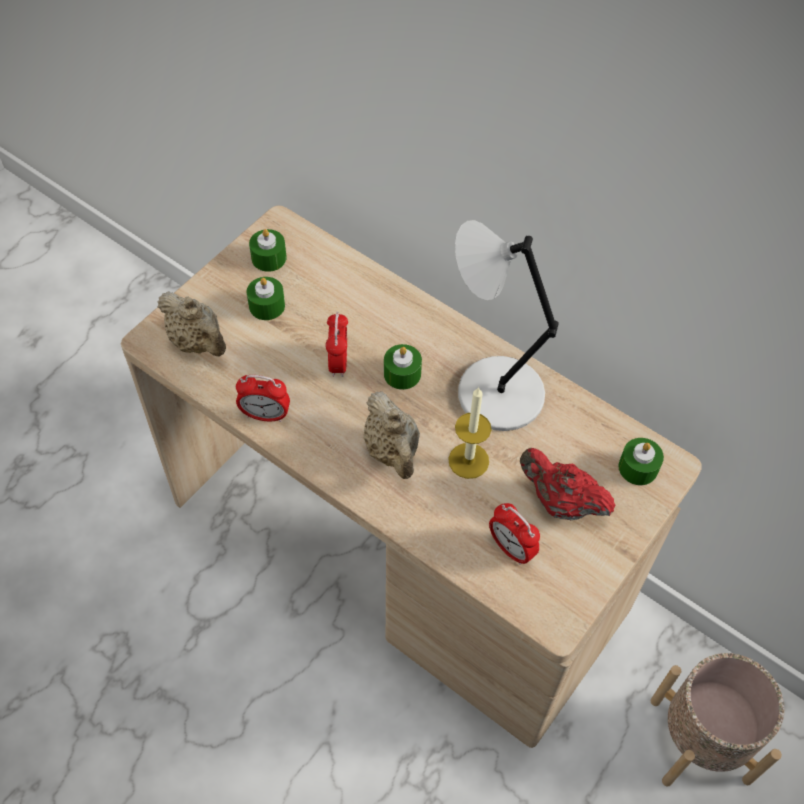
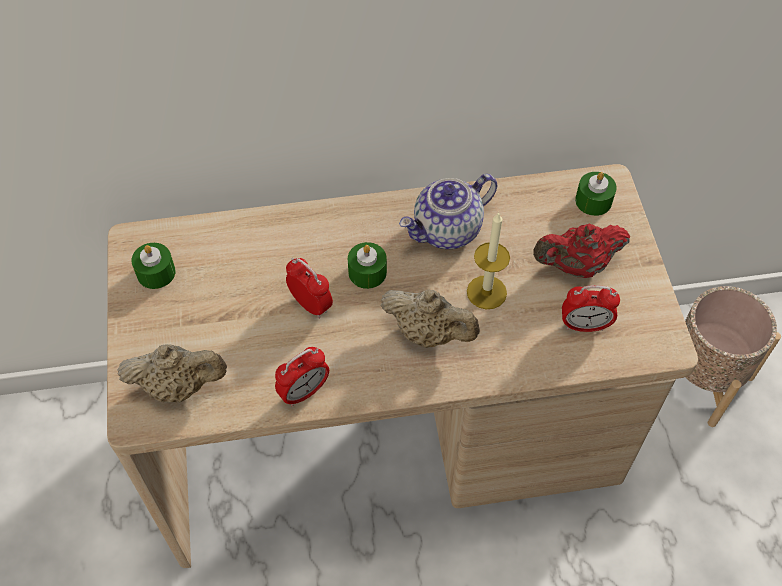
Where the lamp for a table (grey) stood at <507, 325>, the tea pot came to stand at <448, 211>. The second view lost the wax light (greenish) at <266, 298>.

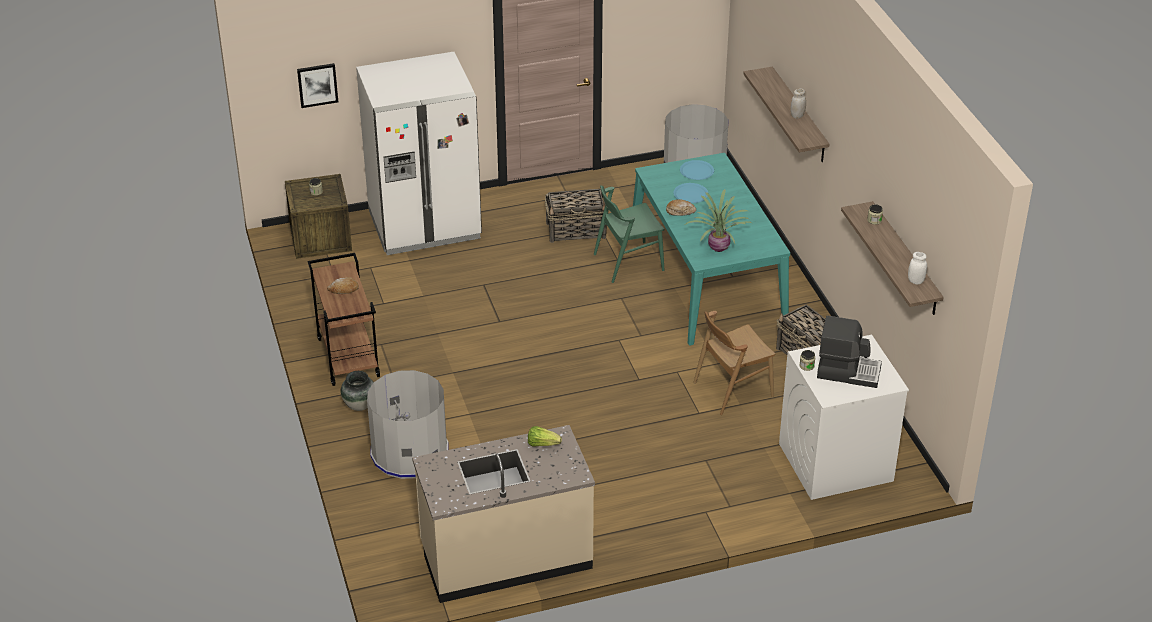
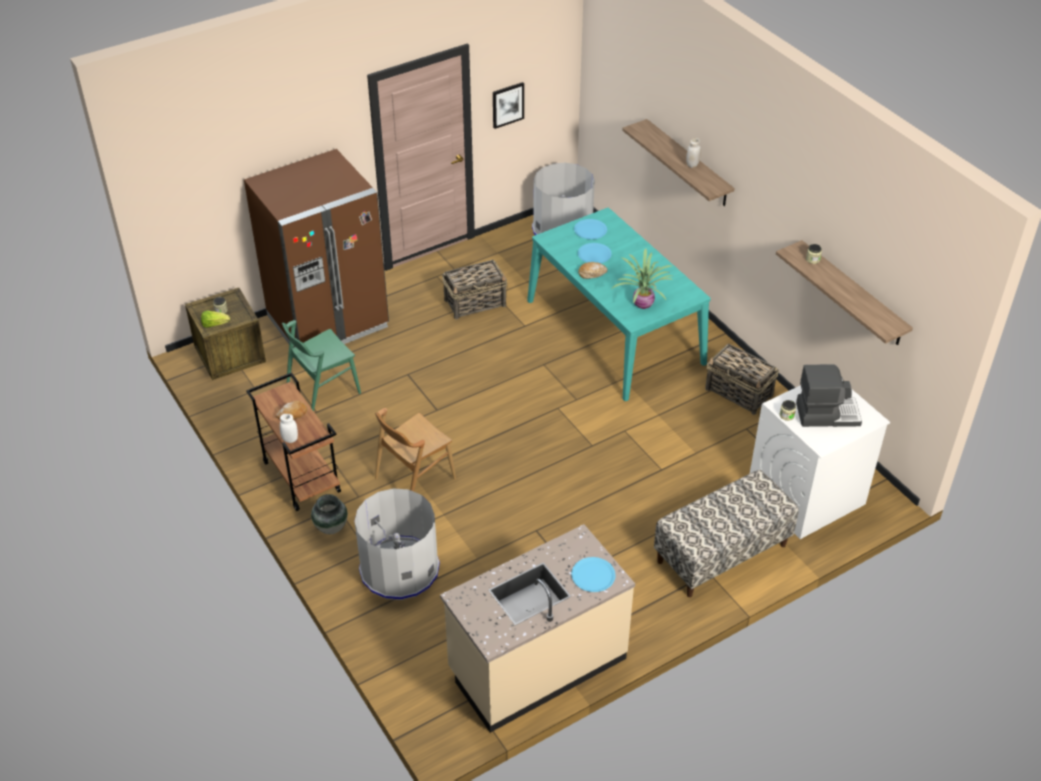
The head of lettuce ended up elsewhere, having gone from <545, 436> to <215, 319>. What was the refrigerator (white-coloured) at <419, 153> turned into the refrigerator (brownish) at <316, 248>. The jar (white-coloured) ended up elsewhere, having gone from <917, 268> to <289, 428>. The plain chair (greenish) ended up elsewhere, having gone from <629, 234> to <321, 365>. The plain chair (brownish) ended up elsewhere, having gone from <734, 363> to <415, 450>. The picture ended up elsewhere, having gone from <317, 85> to <508, 105>. The second view gained the flat dish (bluish) at <593, 574>. The second view gained the long seat at <726, 533>.

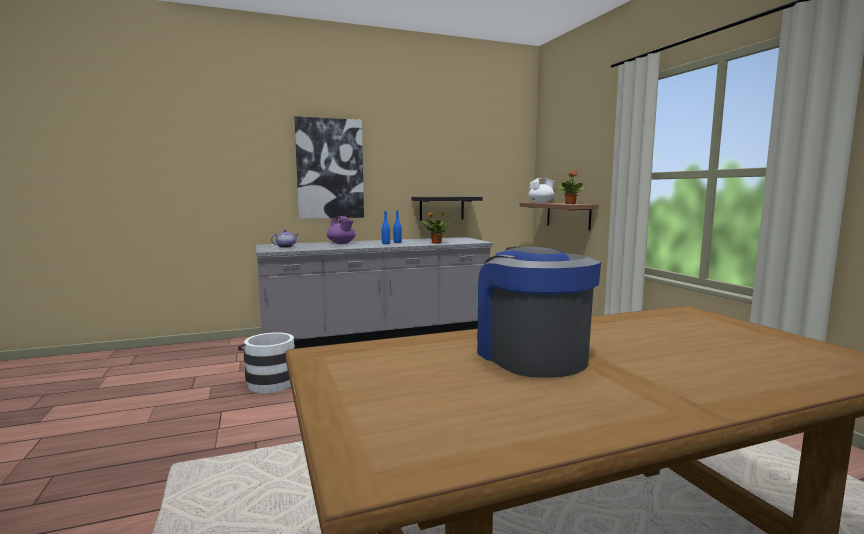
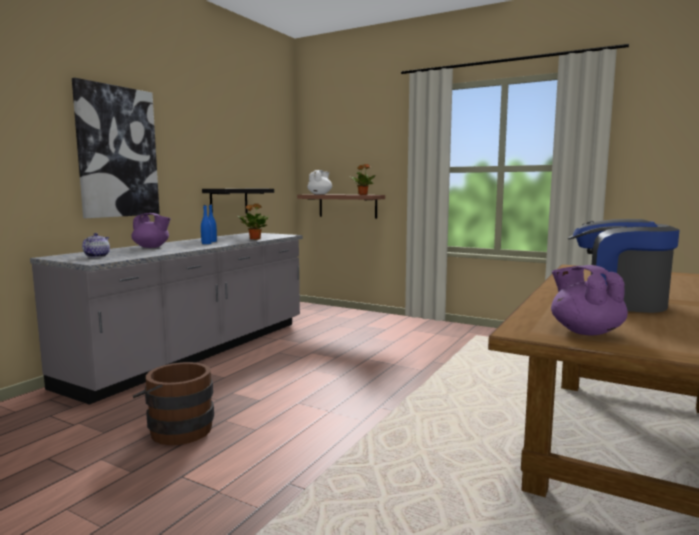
What was the water bucket (white-coloured) at <268, 363> turned into the water bucket (brownish) at <173, 403>. The second view gained the tea pot (purple-coloured) at <589, 300>.

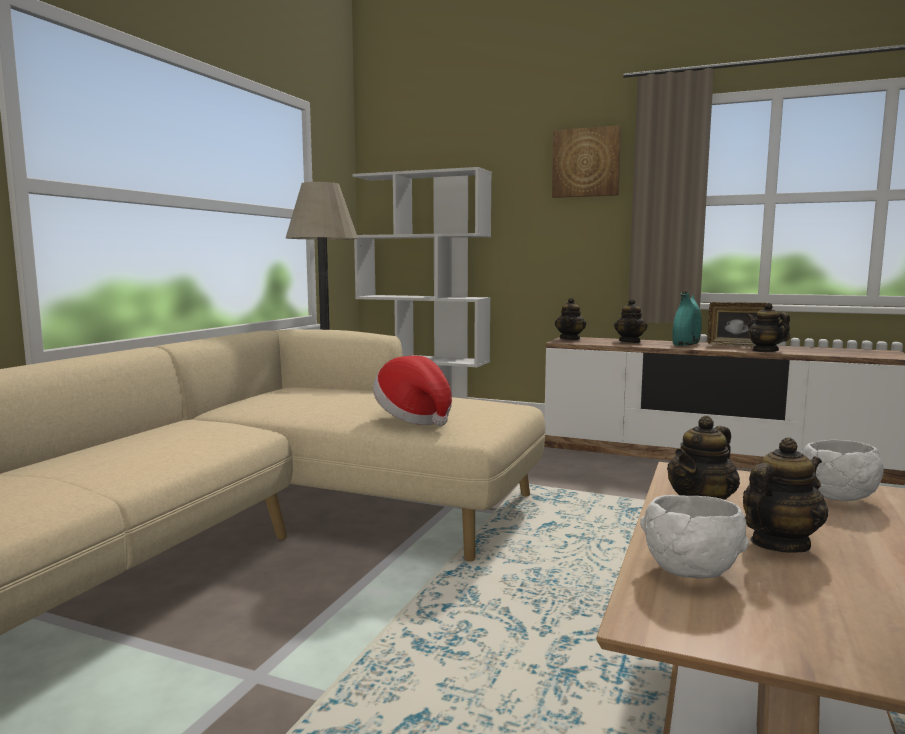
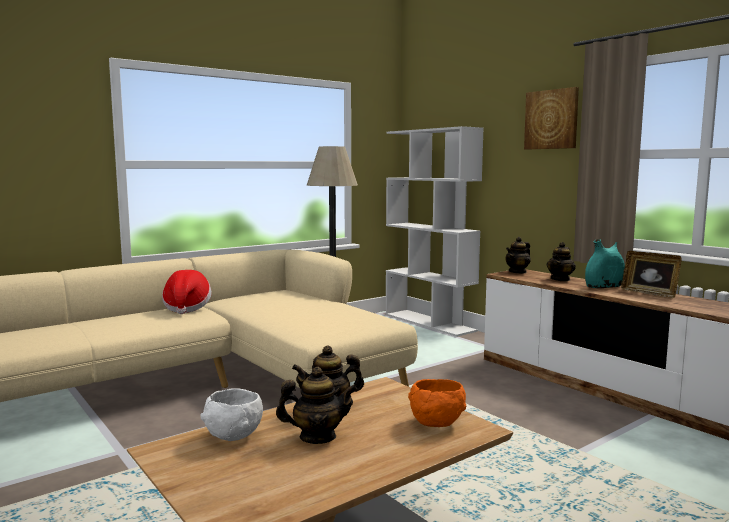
The wearable hat ended up elsewhere, having gone from <412, 391> to <187, 292>. What was the bowl (white-coloured) at <843, 470> turned into the bowl (orange-coloured) at <437, 403>. The second view lost the tea pot at <768, 327>.

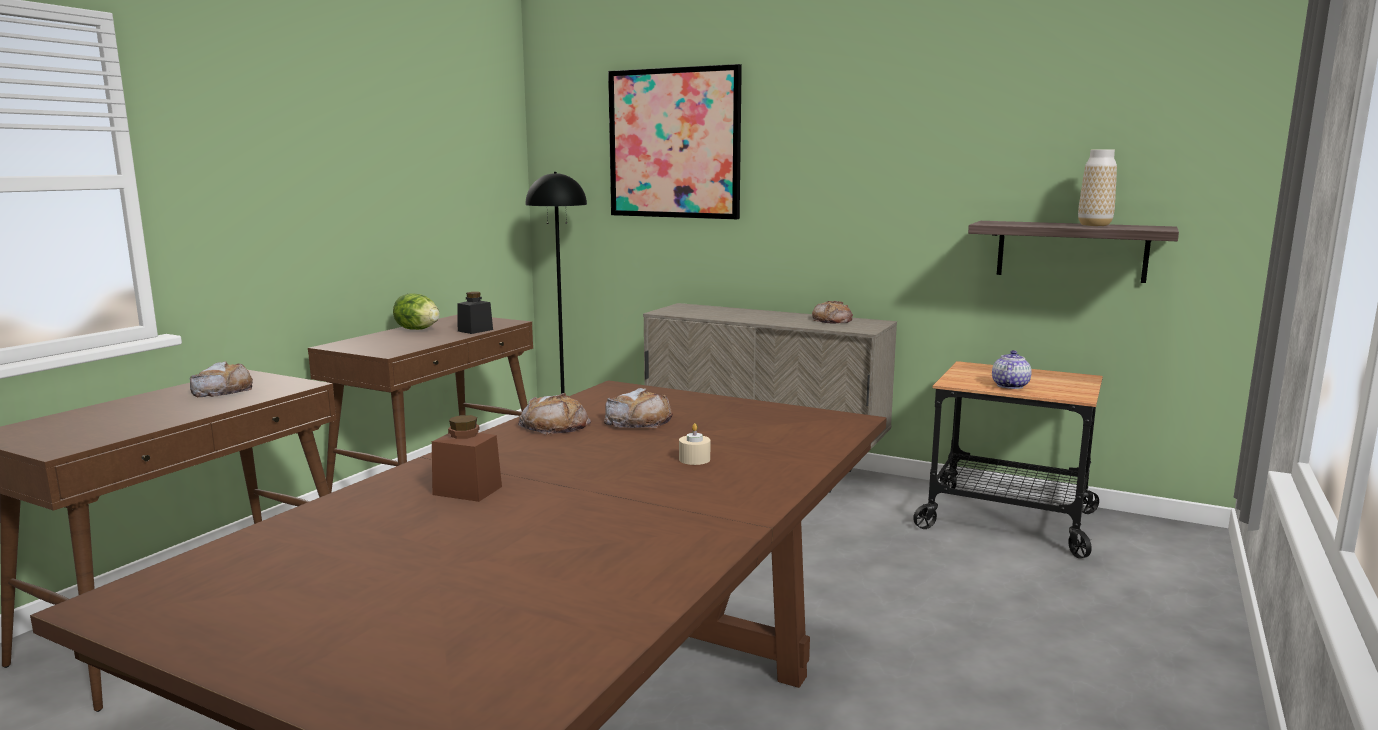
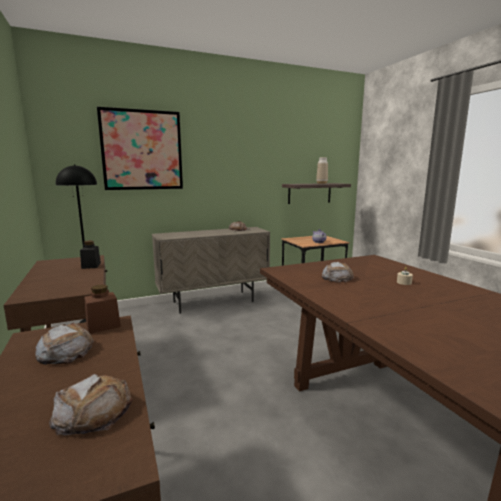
The bread ended up elsewhere, having gone from <554, 413> to <90, 404>. The jar (brownish) ended up elsewhere, having gone from <467, 458> to <102, 309>. The second view lost the head of lettuce at <416, 311>.

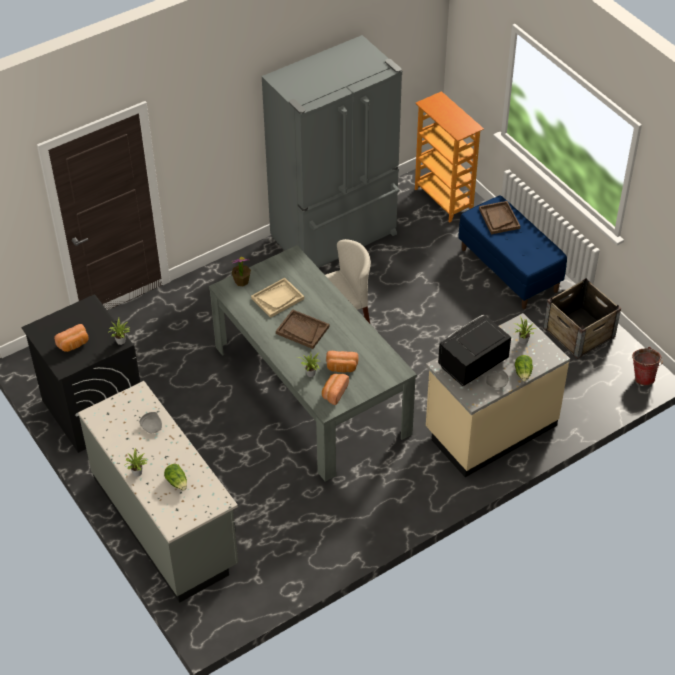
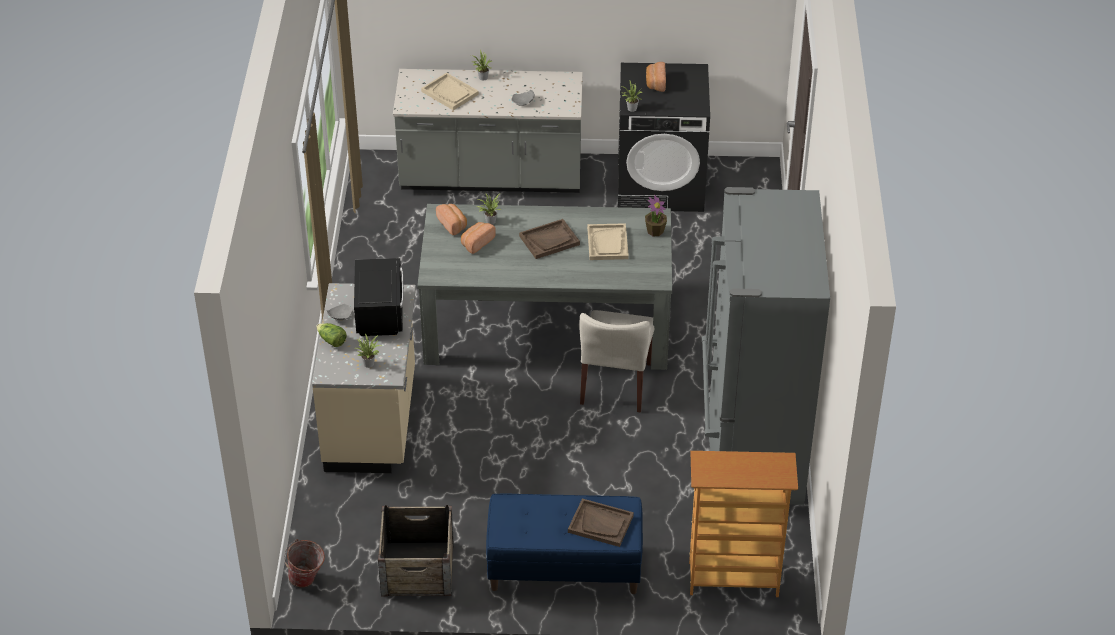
Where the head of lettuce stood at <175, 477>, the tray (sand-coloured) came to stand at <450, 91>.

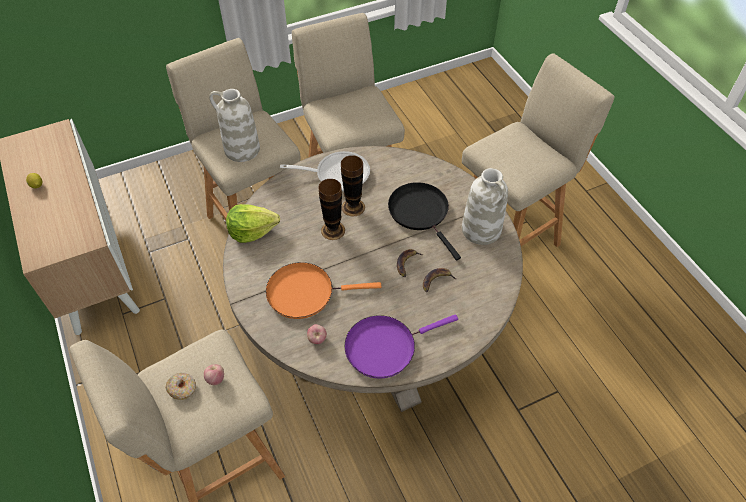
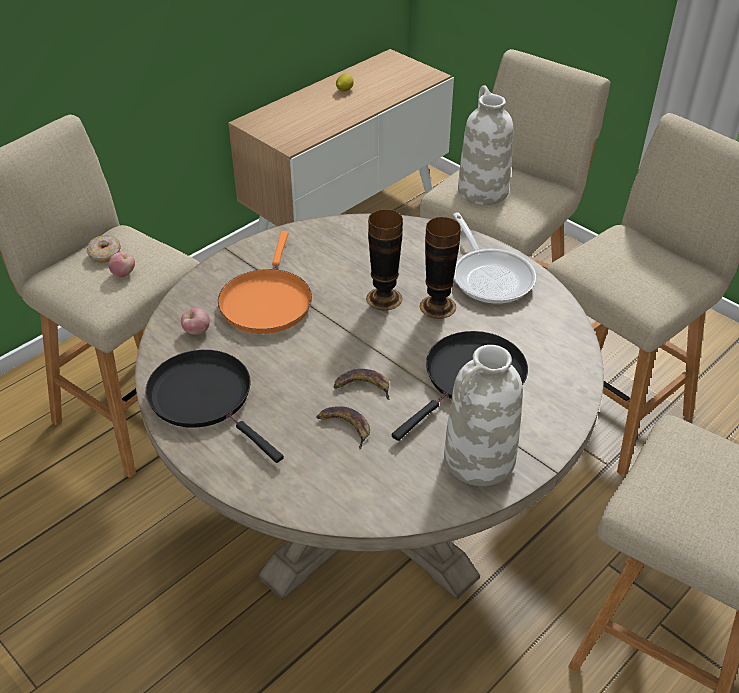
What was the pan (purple-coloured) at <401, 346> turned into the pan (blackish) at <215, 406>. The pan (orange-coloured) at <323, 290> ended up facing another way, 150 degrees counterclockwise from before. The second view lost the head of lettuce at <253, 223>.

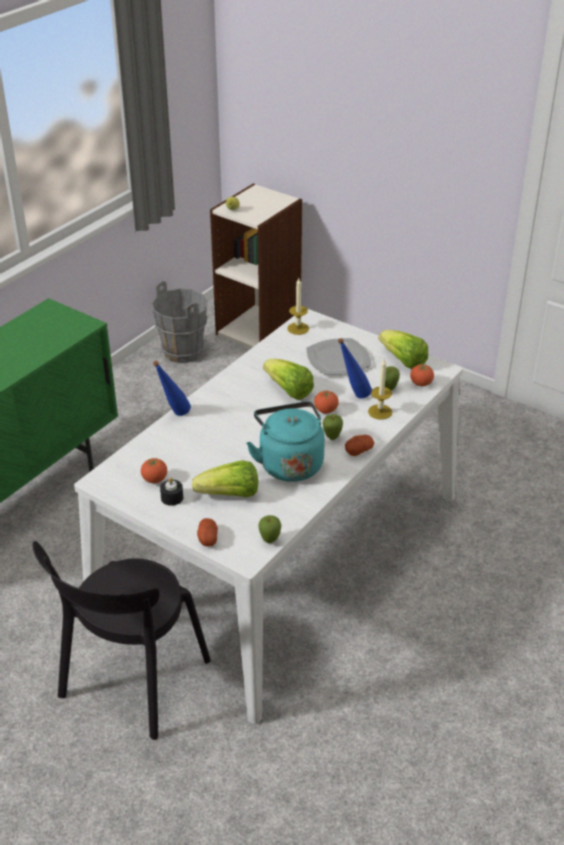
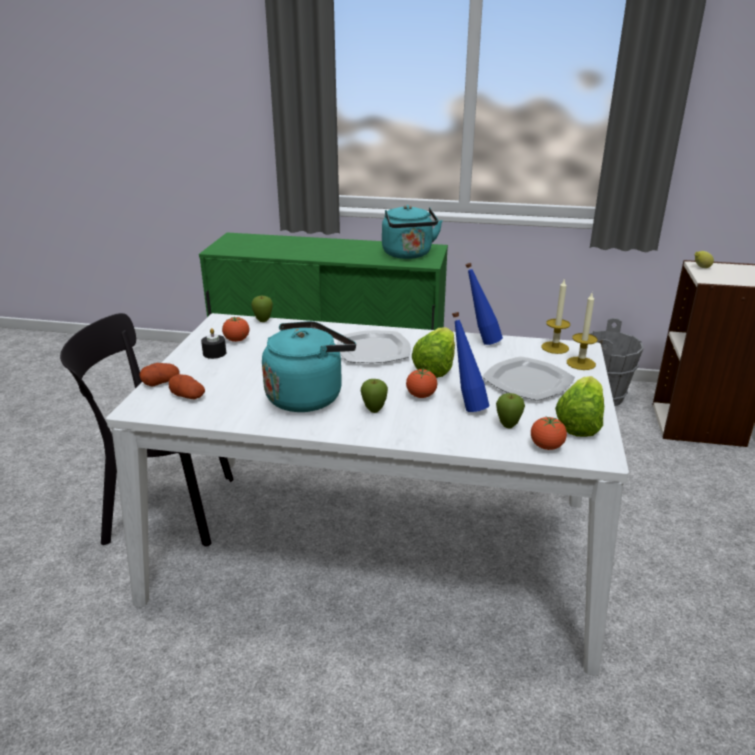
The spud ended up elsewhere, having gone from <359, 445> to <187, 386>. The apple ended up elsewhere, having gone from <269, 529> to <262, 309>. The second view gained the flat dish at <374, 346>. The second view gained the water kettle (blue-green) at <412, 232>. The bottle (bluish) ended up elsewhere, having gone from <172, 388> to <484, 304>. The wax light ended up elsewhere, having gone from <380, 389> to <582, 331>. The second view lost the head of lettuce at <225, 479>.

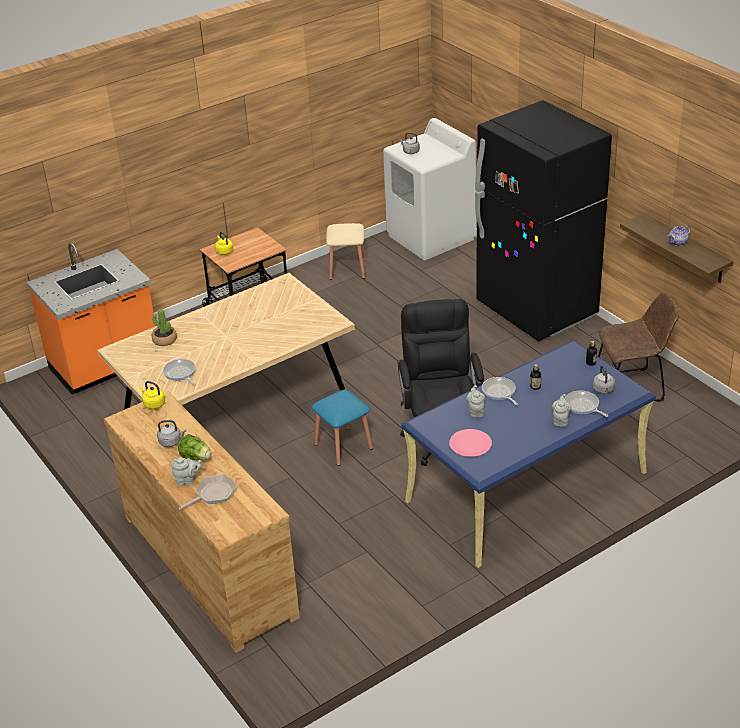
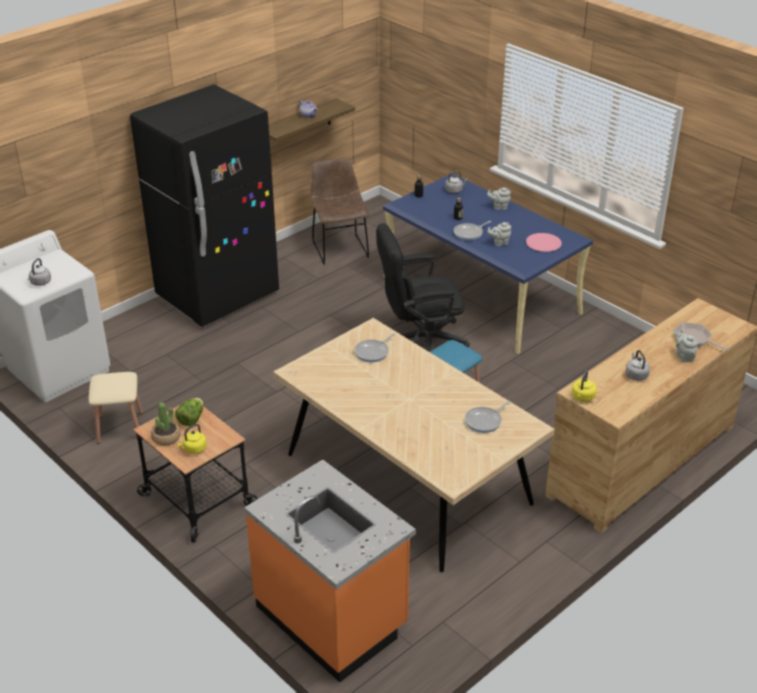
The potted plant ended up elsewhere, having gone from <164, 327> to <166, 424>. The head of lettuce ended up elsewhere, having gone from <194, 447> to <189, 412>. The pan ended up elsewhere, having gone from <586, 404> to <375, 348>.

